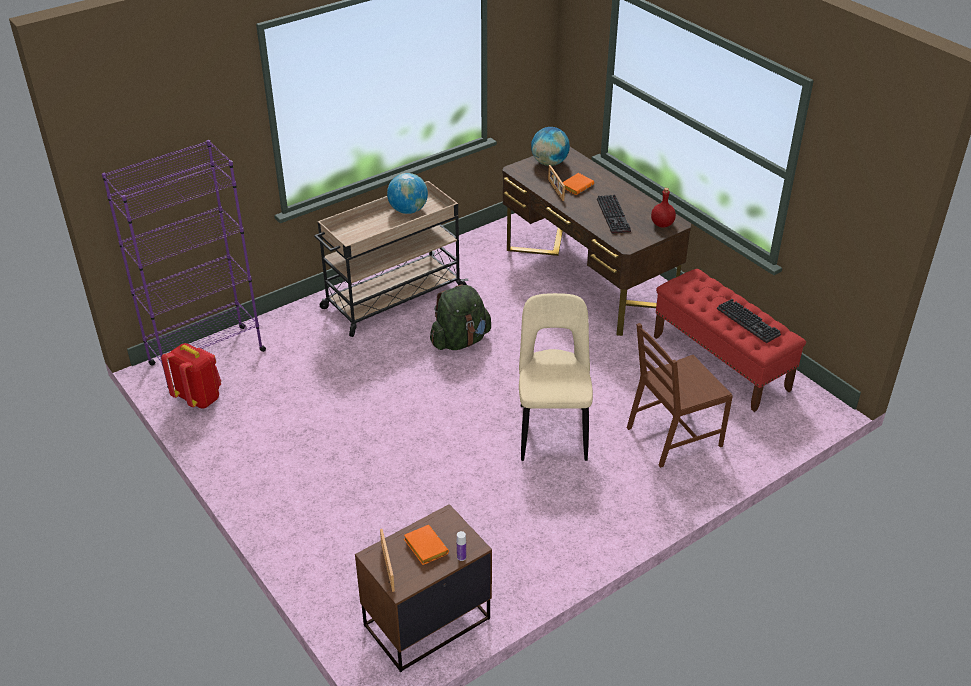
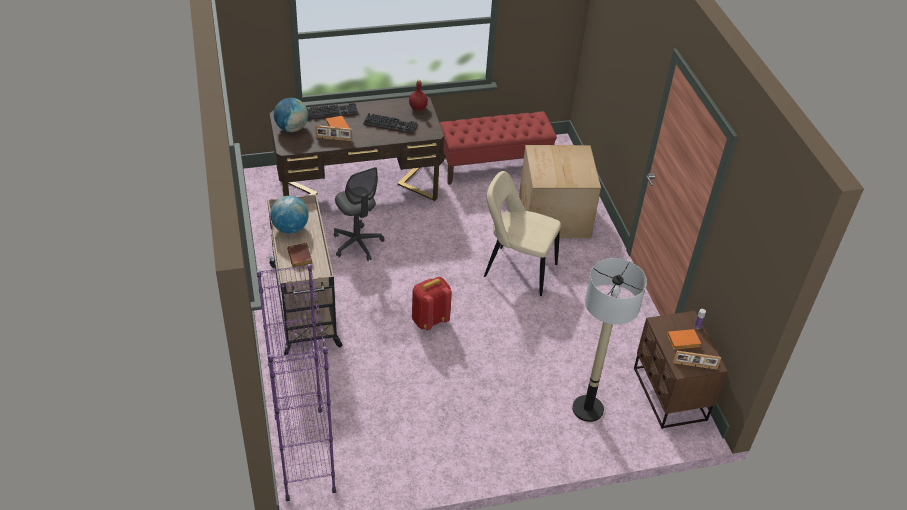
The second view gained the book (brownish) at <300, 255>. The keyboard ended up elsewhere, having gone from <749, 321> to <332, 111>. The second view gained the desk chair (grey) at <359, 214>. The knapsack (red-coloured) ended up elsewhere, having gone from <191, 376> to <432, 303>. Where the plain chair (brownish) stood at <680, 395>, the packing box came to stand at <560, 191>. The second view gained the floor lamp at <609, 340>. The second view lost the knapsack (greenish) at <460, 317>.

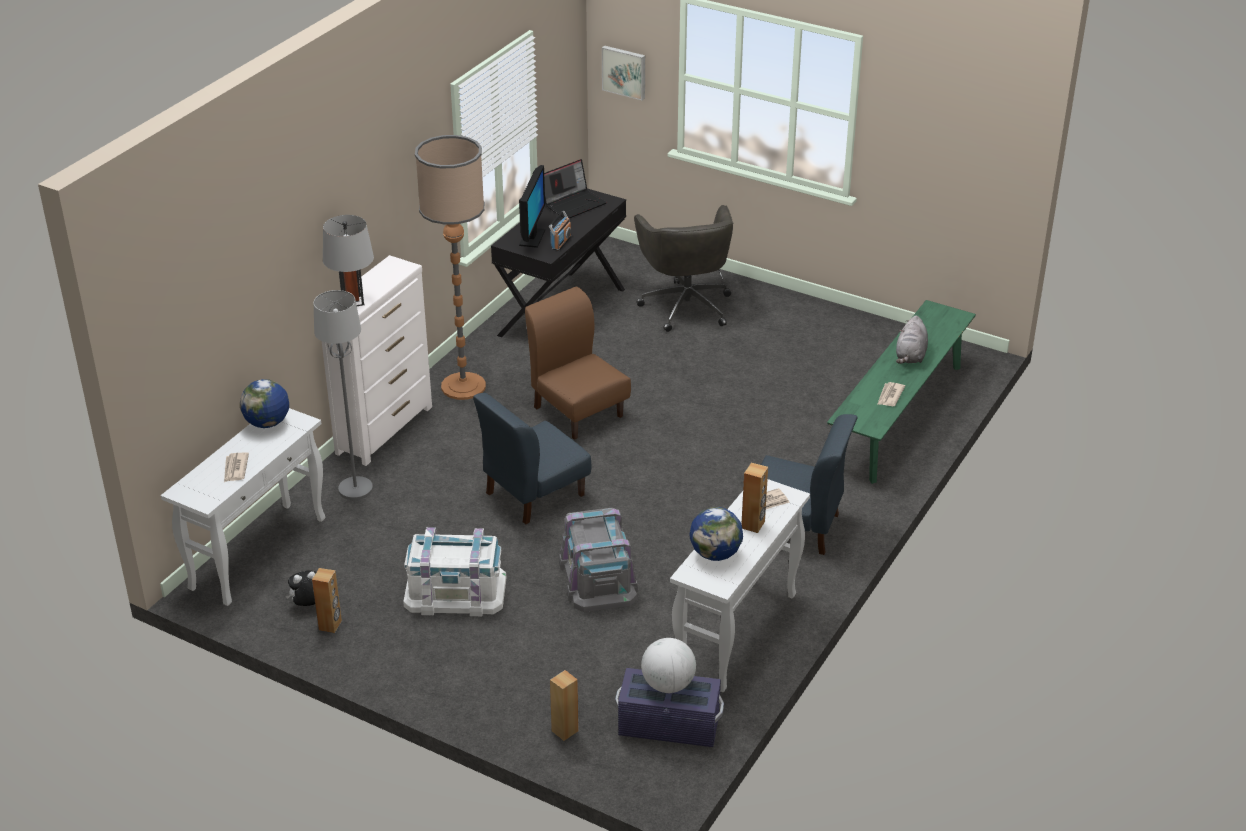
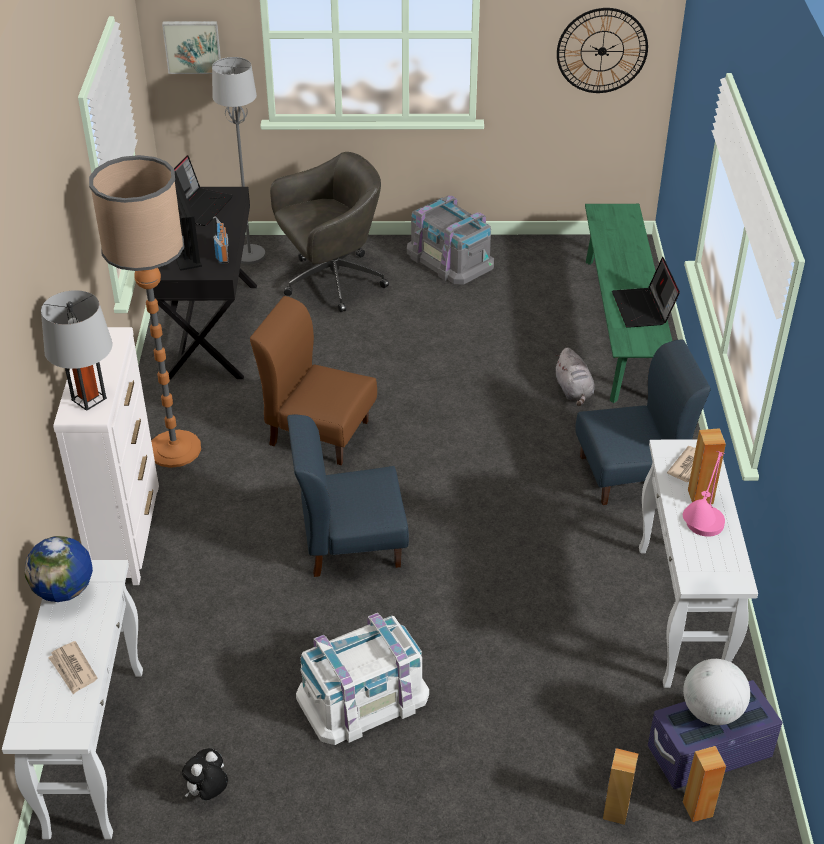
The floor lamp (grey) ended up elsewhere, having gone from <343, 395> to <238, 160>. The desk chair (grey) at <684, 268> ended up facing another way, 75 degrees counterclockwise from before. The plain chair (bluish) at <532, 458> ended up facing another way, 60 degrees clockwise from before. The storage container (grey) ended up elsewhere, having gone from <598, 560> to <450, 239>. The cuddly toy (grey) ended up elsewhere, having gone from <912, 340> to <574, 376>. The second view gained the wall clock at <602, 50>. Where the printed paper stood at <891, 394>, the portable computer came to stand at <646, 292>. Where the world globe stood at <716, 534>, the lamp for a table (pink) came to stand at <704, 494>. The audio speaker (brownish) ended up elsewhere, having gone from <327, 600> to <704, 784>.

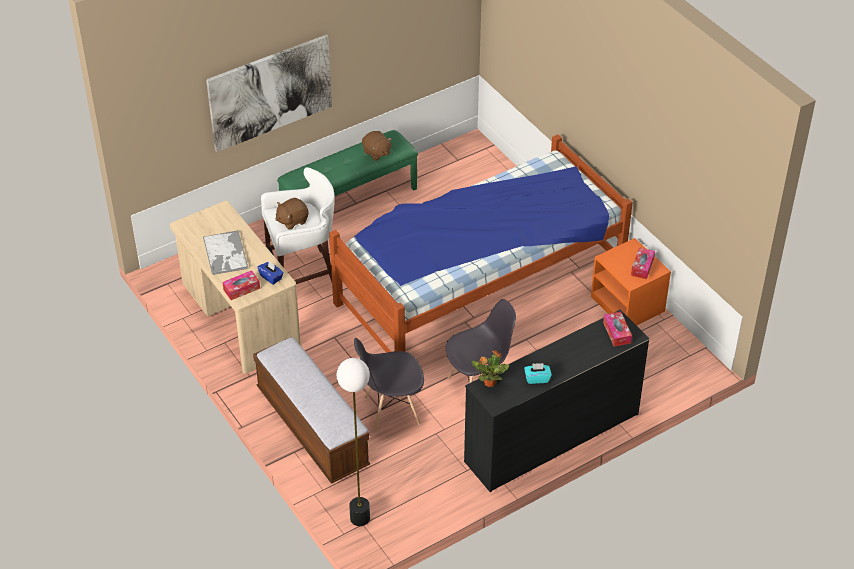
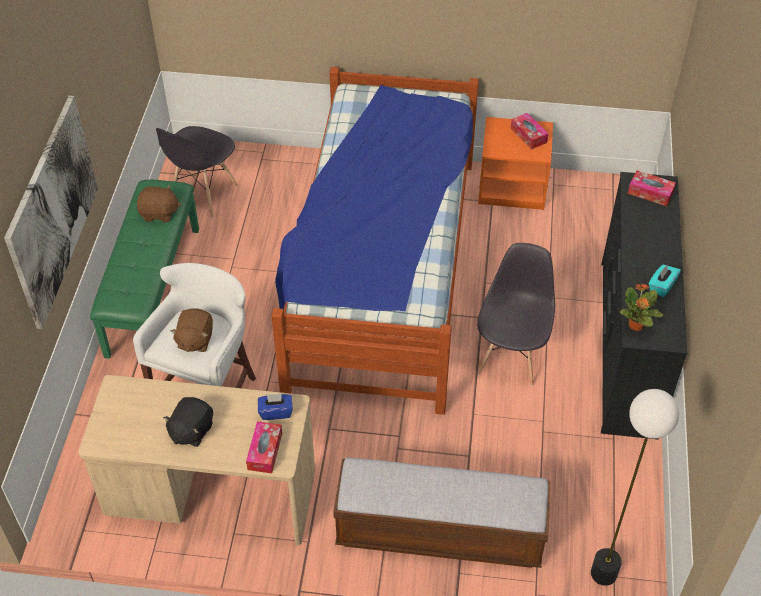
The plain chair (grey) ended up elsewhere, having gone from <389, 385> to <197, 172>. Where the tray stood at <225, 252>, the cuddly toy (blackish) came to stand at <188, 422>.

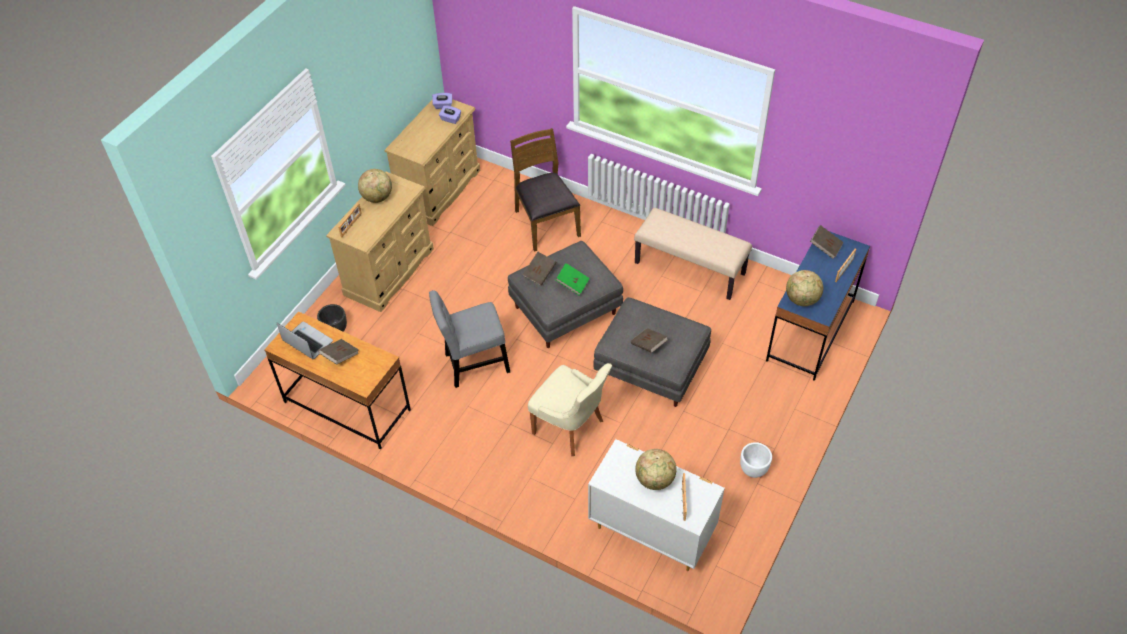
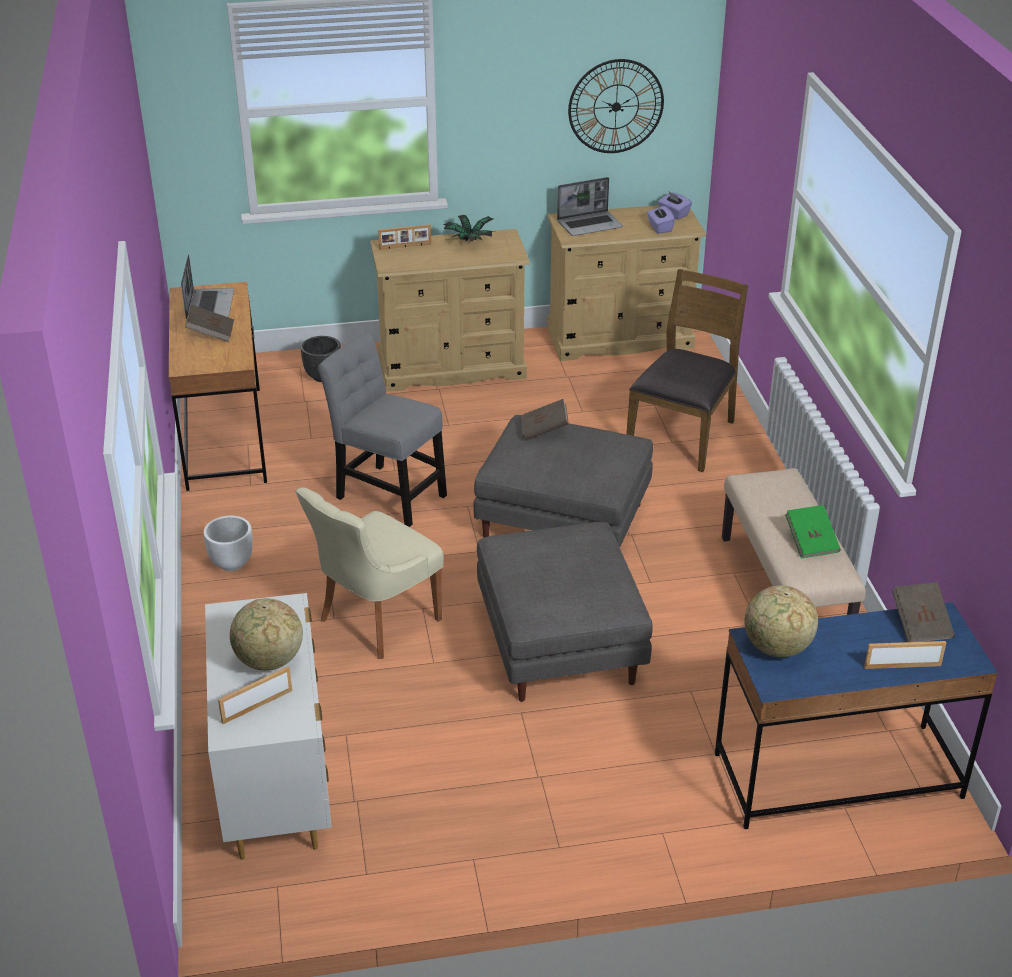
The plant pot (white-coloured) ended up elsewhere, having gone from <756, 460> to <228, 543>. The plain chair (sand-coloured) at <570, 409> ended up facing another way, 45 degrees clockwise from before. Where the world globe stood at <375, 186>, the potted plant came to stand at <469, 228>. The second view gained the portable computer at <590, 206>. The second view gained the wall clock at <616, 106>. The book (greenish) ended up elsewhere, having gone from <573, 279> to <813, 531>. The second view lost the book (brownish) at <649, 340>.

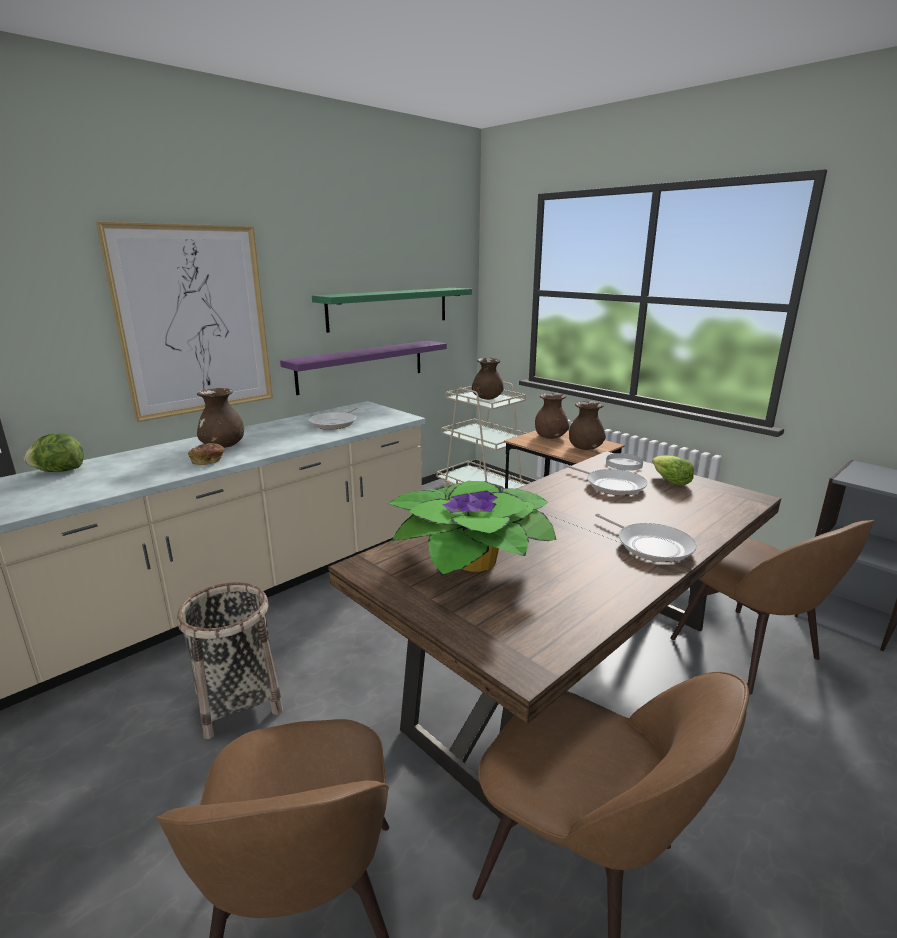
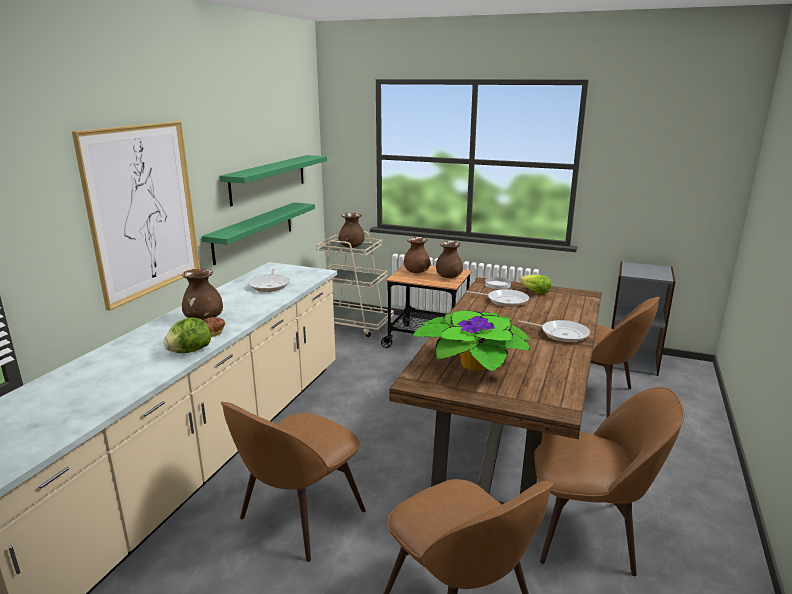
The head of lettuce ended up elsewhere, having gone from <53, 452> to <187, 335>. What was the bracket shelf (purple-coloured) at <363, 368> turned into the bracket shelf (greenish) at <258, 233>. Where the storage basket stood at <230, 660>, the plain chair (brownish) came to stand at <293, 482>.

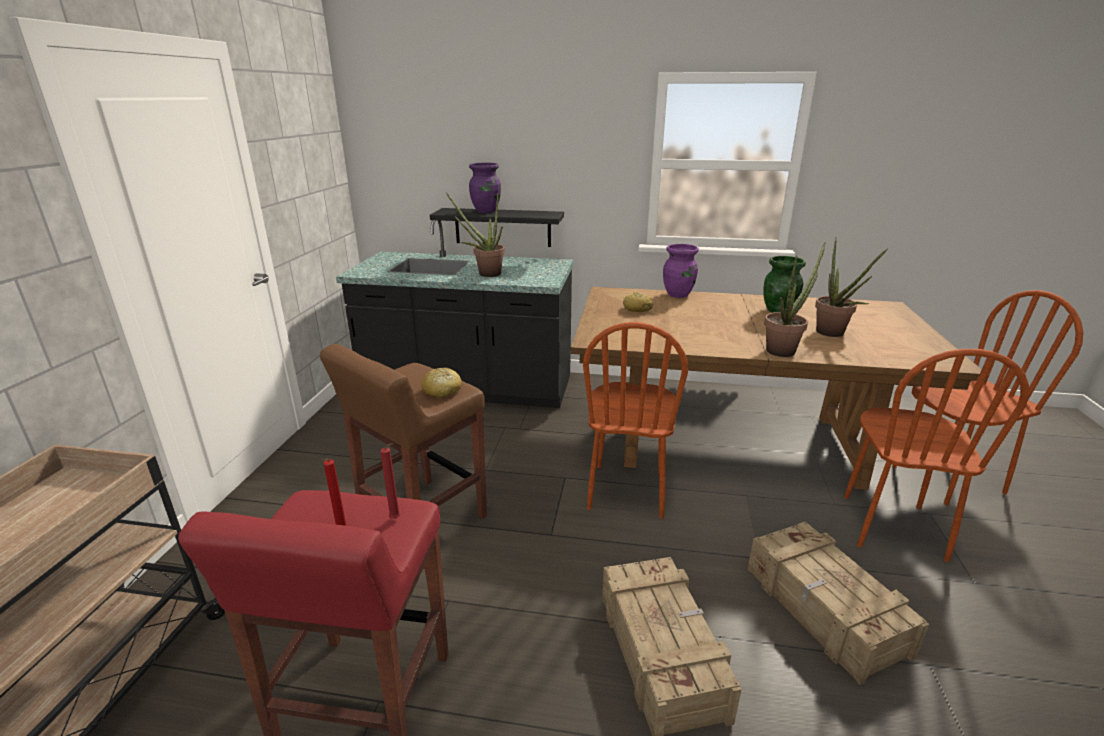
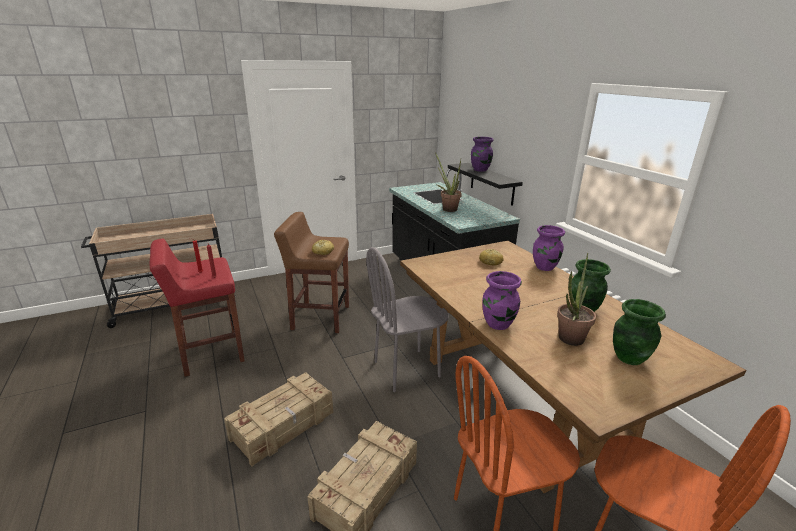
What was the plain chair (brownish) at <635, 420> turned into the plain chair (grey) at <407, 319>. Where the potted plant stood at <795, 299>, the decorative vase (purple-coloured) came to stand at <502, 300>. The second view gained the decorative vase (greenish) at <639, 332>.

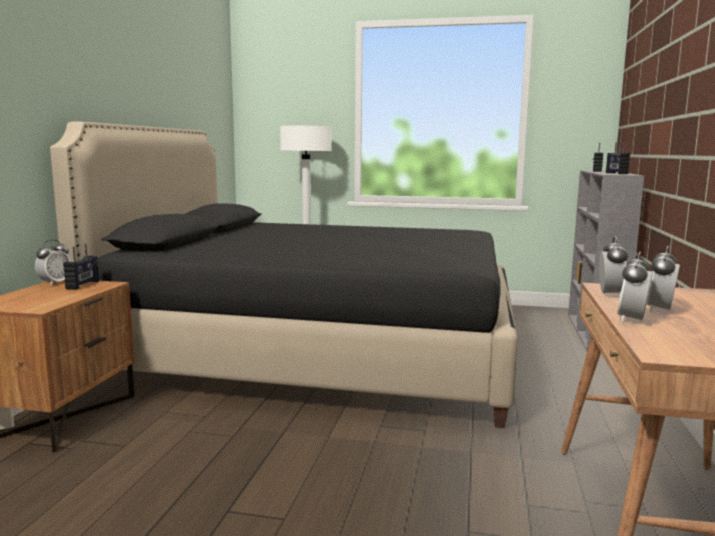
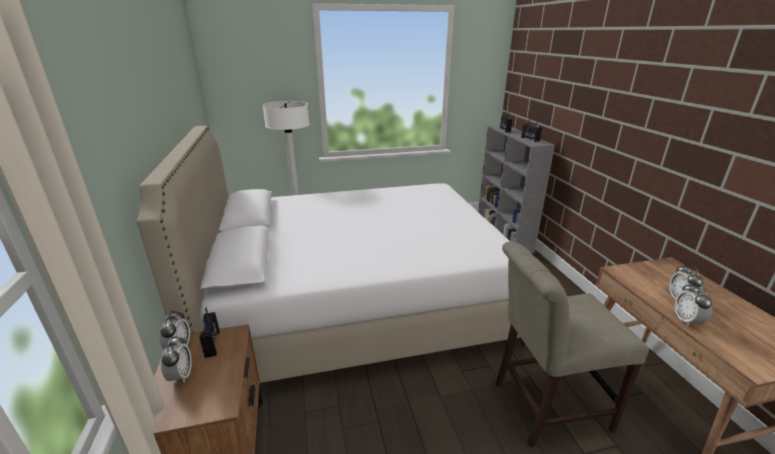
What was the bedroom bed (blackish) at <284, 275> turned into the bedroom bed (white-coloured) at <332, 254>. The bedside clock ended up elsewhere, having gone from <613, 267> to <176, 359>. The second view gained the plain chair (sand-coloured) at <572, 344>.

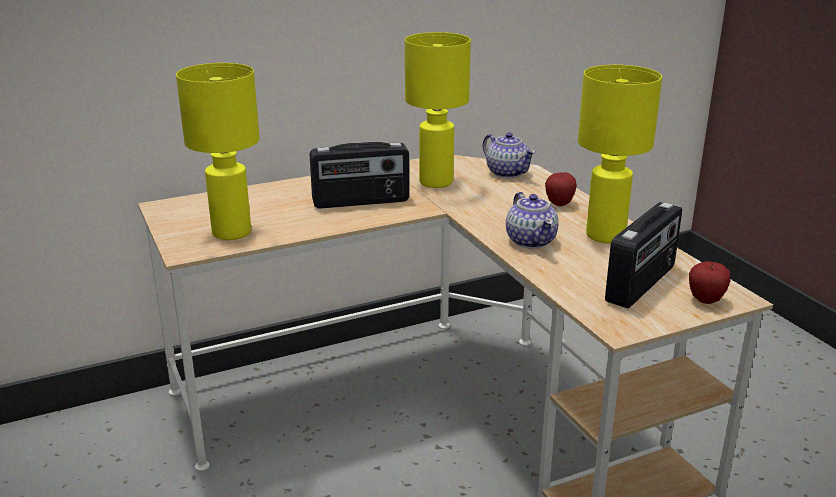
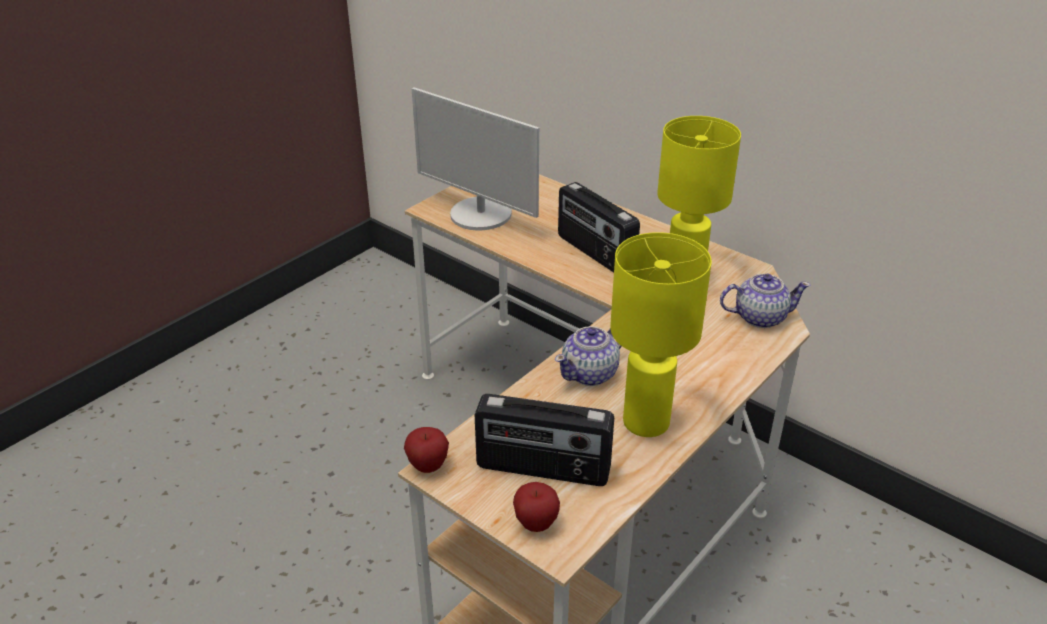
The apple ended up elsewhere, having gone from <561, 189> to <426, 450>. Where the lamp for a table (yellow) stood at <218, 151>, the computer display came to stand at <475, 158>. The tea pot at <509, 155> ended up facing another way, 120 degrees counterclockwise from before.

